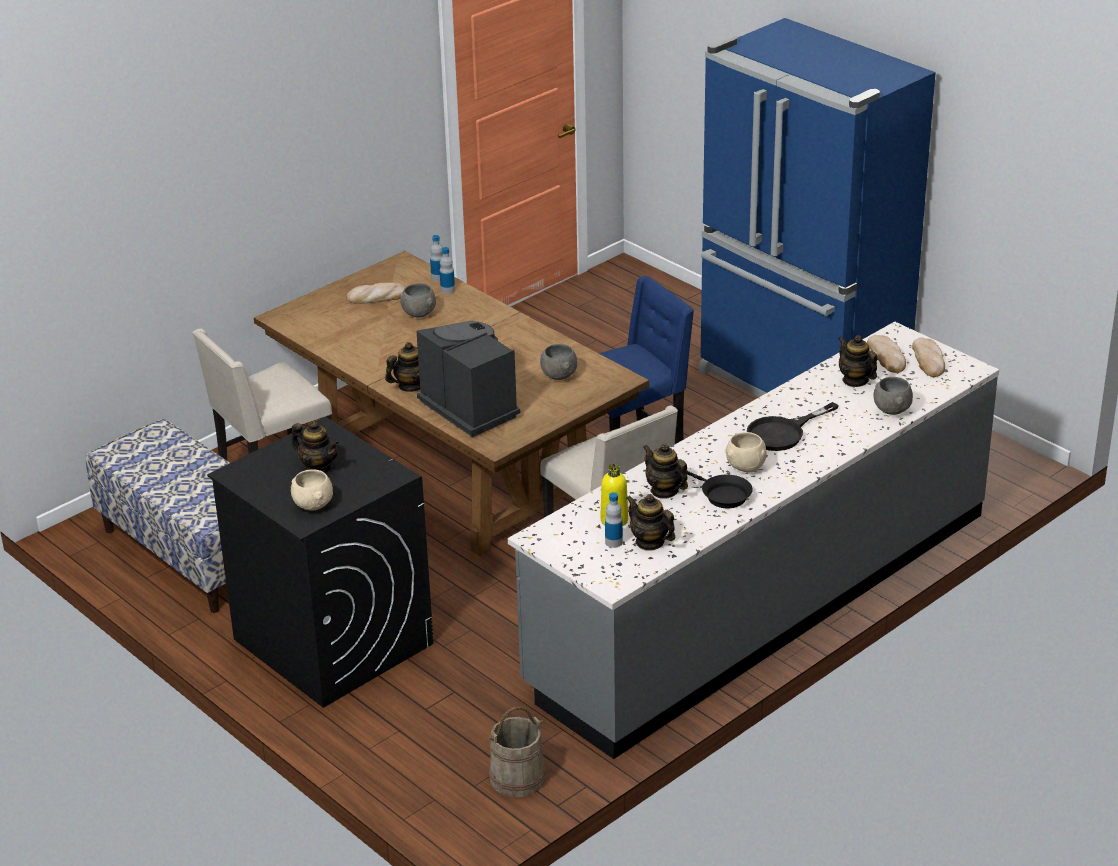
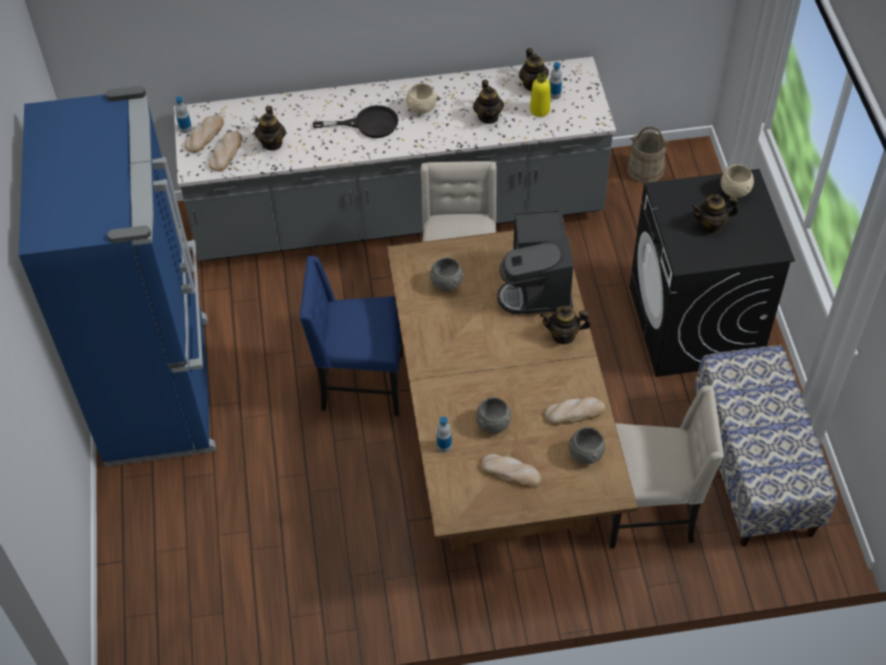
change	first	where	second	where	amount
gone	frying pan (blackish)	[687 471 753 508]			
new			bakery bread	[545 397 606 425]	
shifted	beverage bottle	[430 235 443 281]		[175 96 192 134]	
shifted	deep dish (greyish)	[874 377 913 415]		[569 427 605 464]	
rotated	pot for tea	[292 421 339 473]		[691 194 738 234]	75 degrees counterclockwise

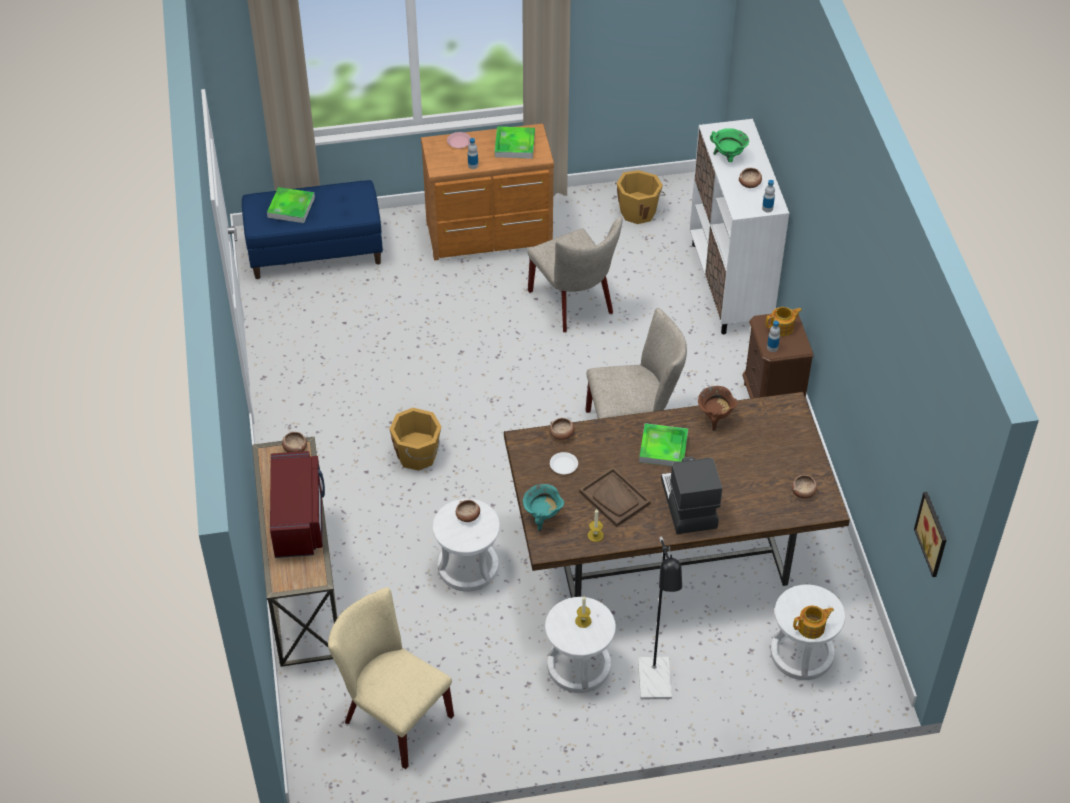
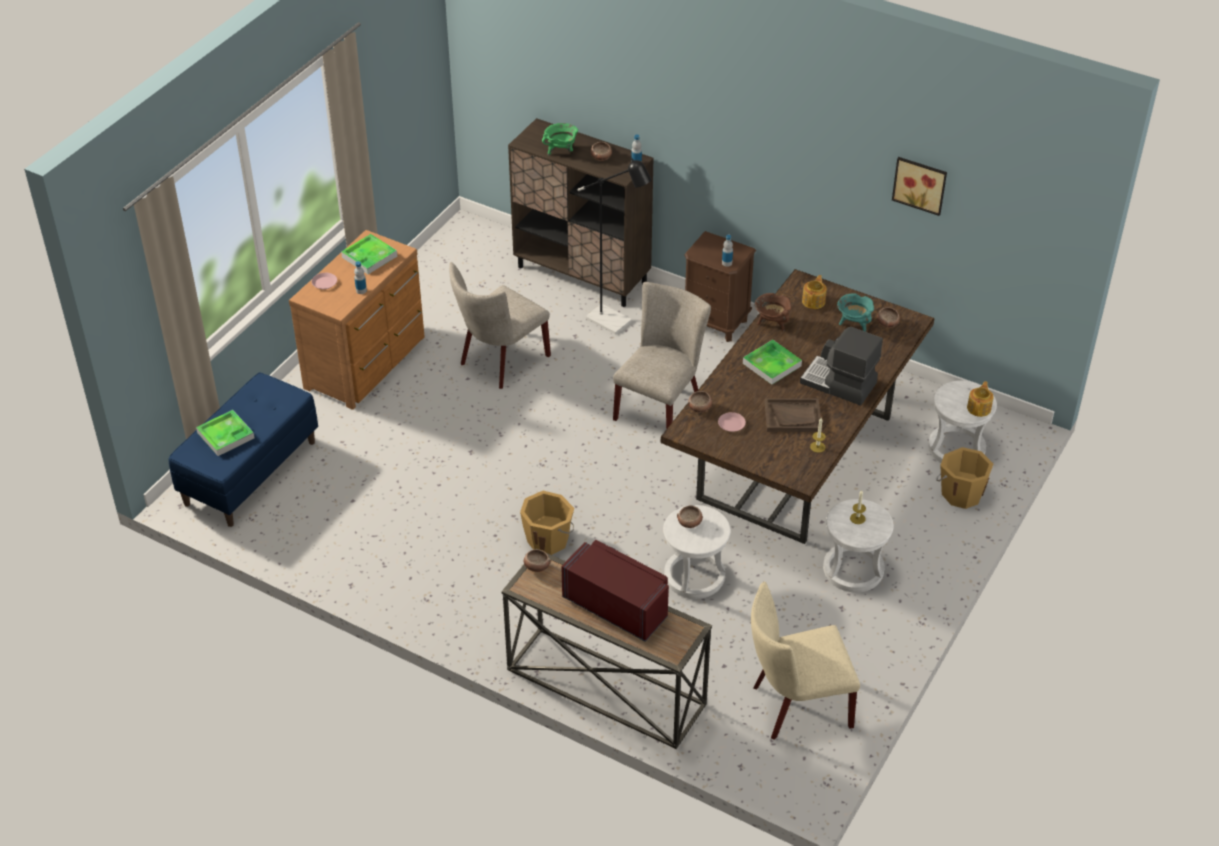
change	first	where	second	where	amount
shifted	saucepot (turquoise)	[523 484 564 532]		[837 293 874 332]	
shifted	pail (orange)	[615 170 666 224]		[936 447 993 509]	
shifted	standard lamp (blackish)	[638 537 682 699]		[577 158 652 335]	
shifted	pot for tea	[766 307 802 336]		[802 275 827 309]	
shifted	wall picture	[914 492 947 577]		[892 157 947 216]	
repainted	flat dish (white-coloured)	[550 452 578 474]	flat dish (pinkish)	[718 412 746 432]	
repainted	cupboard (white-coloured)	[690 119 789 334]	cupboard (brown-coloured)	[508 118 654 307]	
rotated	chair (sand-coloured)	[528 216 623 332]		[449 262 551 389]	120 degrees clockwise

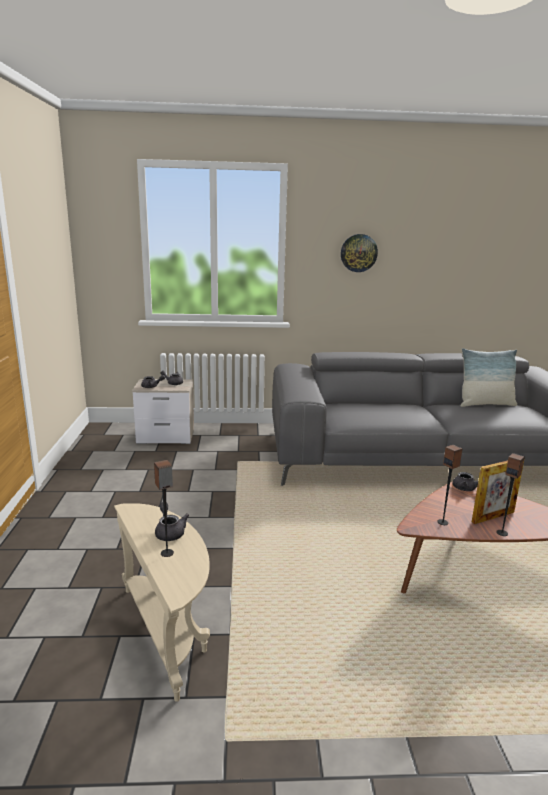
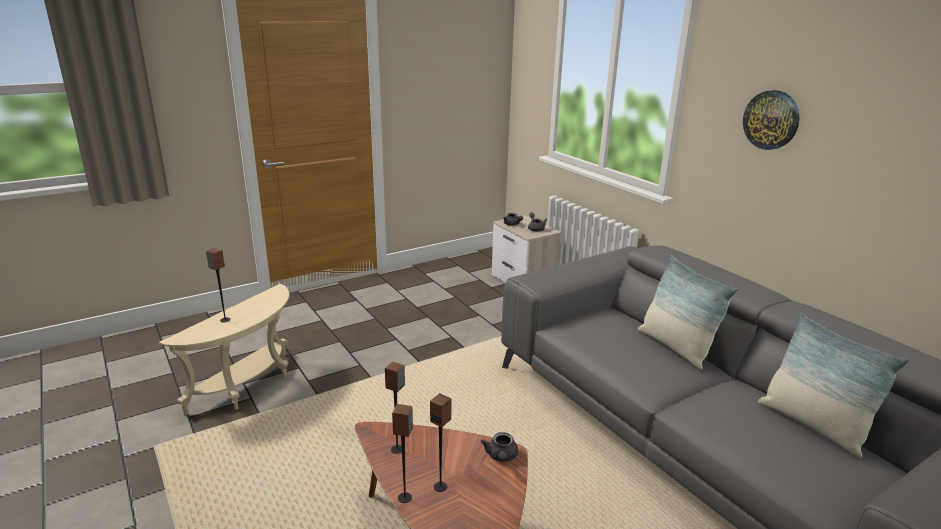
change	first	where	second	where	amount
gone	pot for tea (greyish)	[155 502 189 541]			
new			cushion	[638 255 738 370]	
swapped	standing frame	[472 461 524 524]	audio speaker	[430 394 451 492]	

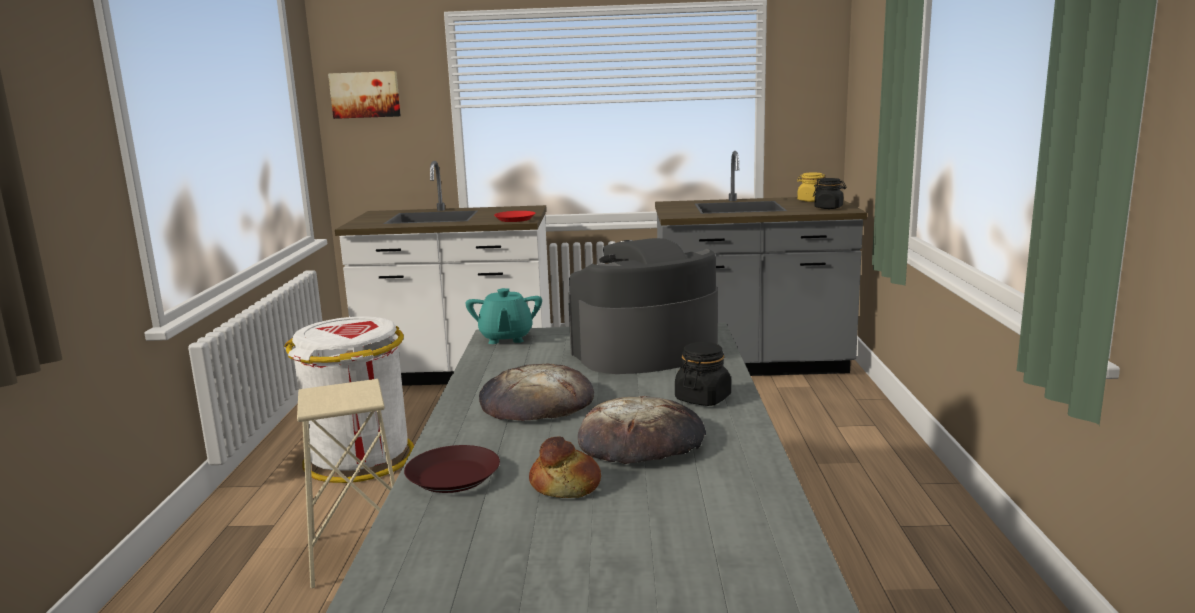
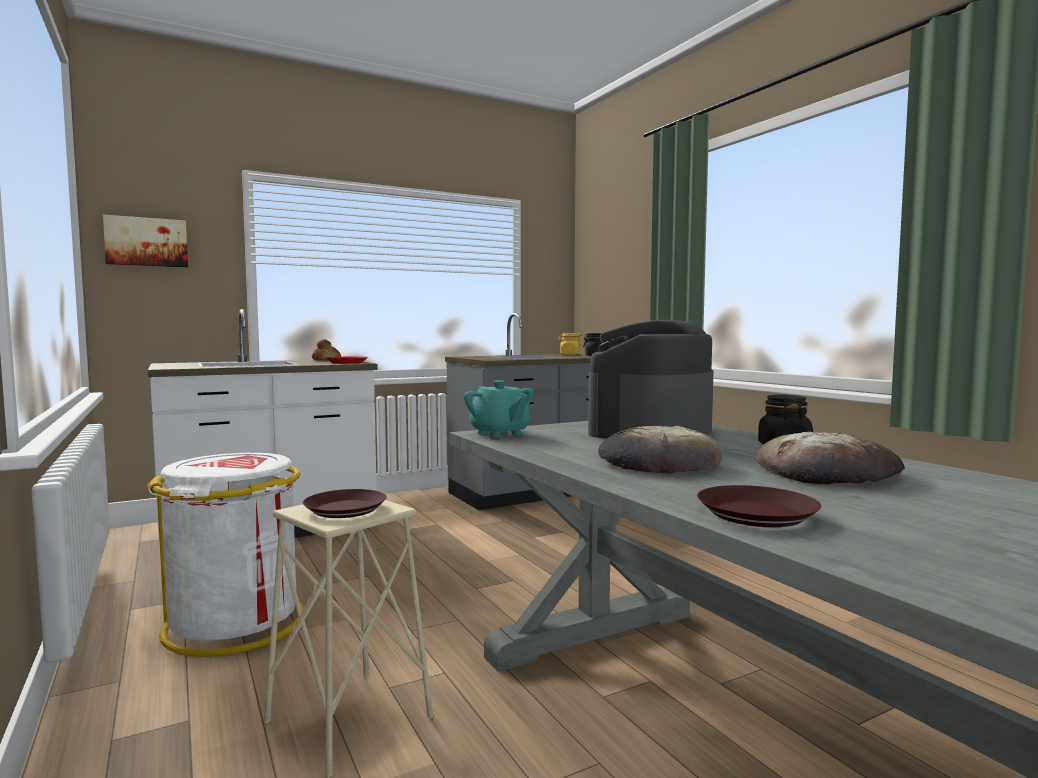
change	first	where	second	where	amount
new			flat dish (brown-coloured)	[303 489 387 518]	
shifted	bakery bread	[529 436 601 498]		[312 339 341 360]	

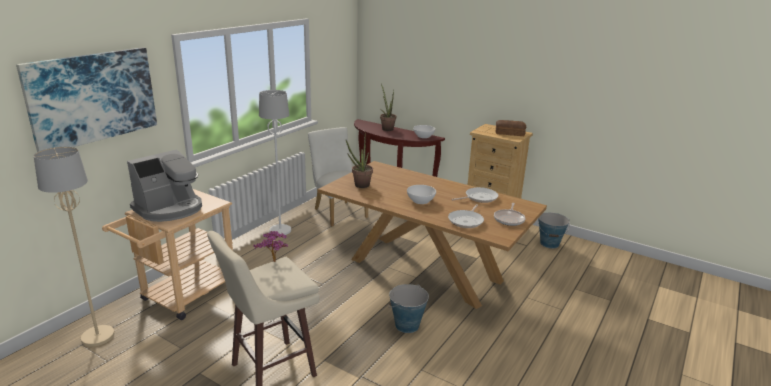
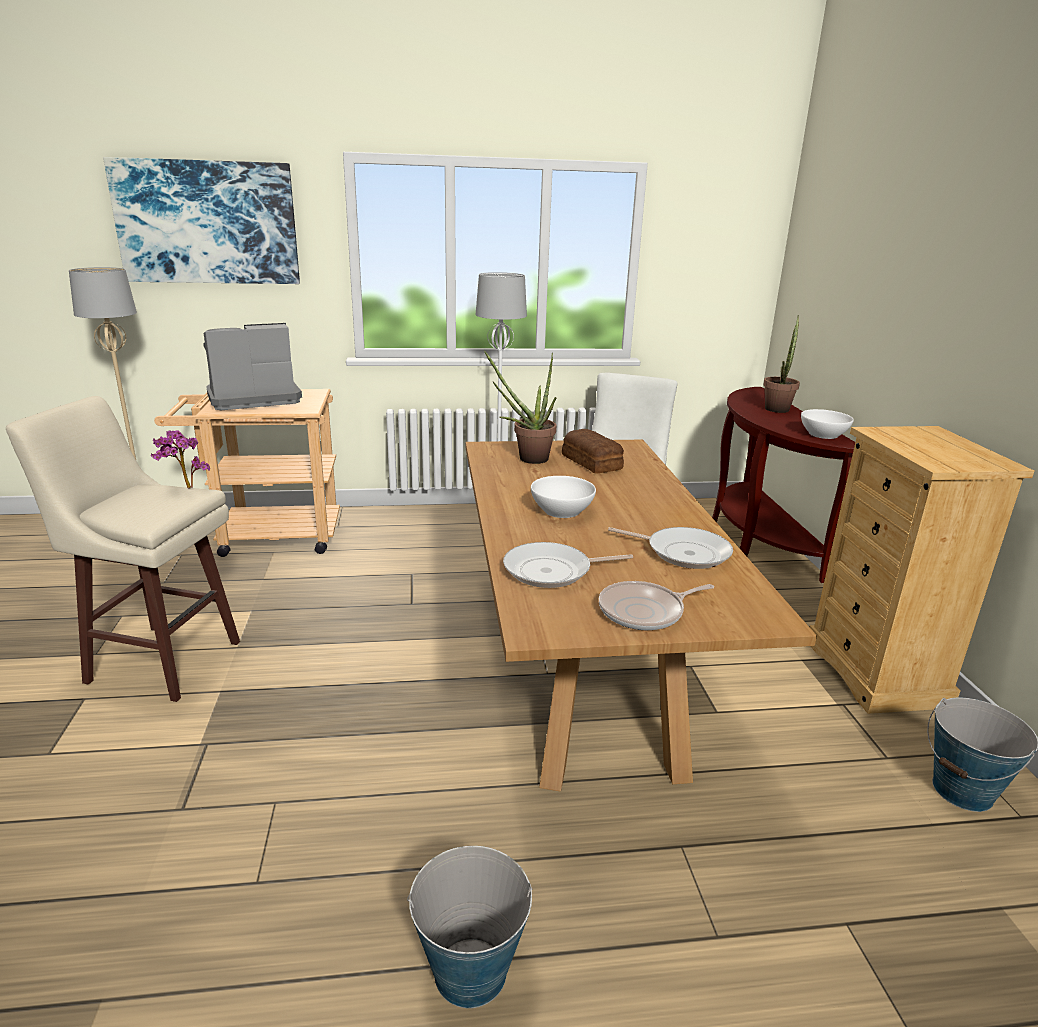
change	first	where	second	where	amount
shifted	pail	[389 284 429 333]		[407 846 532 1008]	
shifted	bakery bread	[496 120 526 136]		[562 429 624 474]	
rotated	coffee brewer	[127 150 202 222]		[203 323 302 410]	150 degrees clockwise

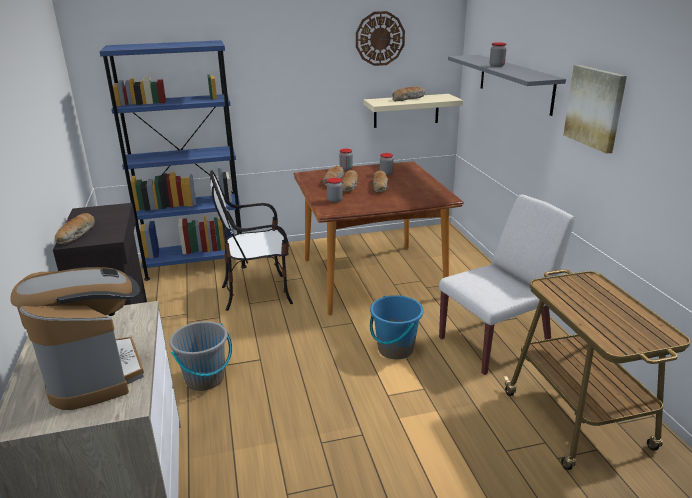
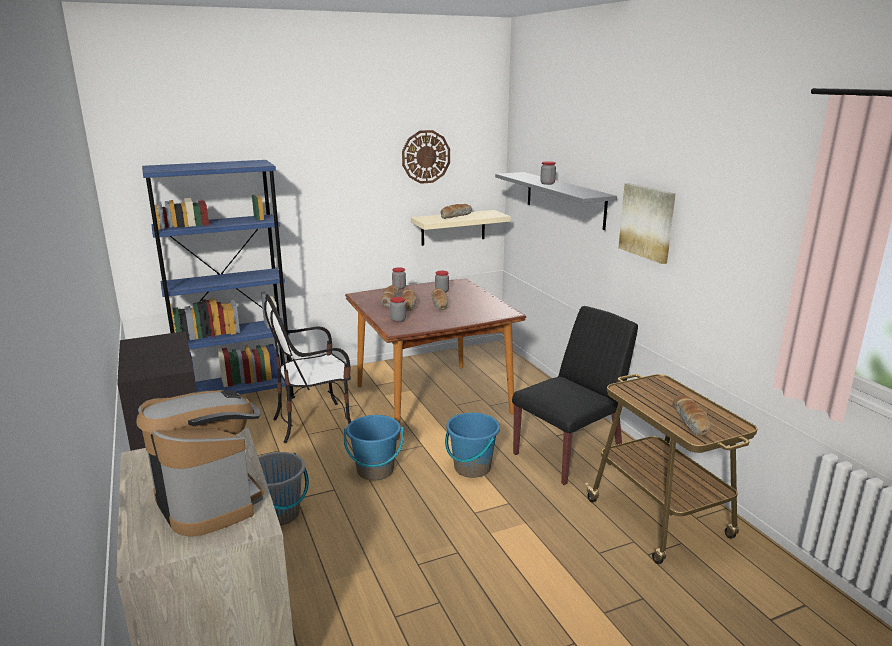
change	first	where	second	where	amount
new			pail (blue-coloured)	[343 415 404 481]	
shifted	bakery bread	[55 213 95 244]		[673 395 711 435]	
repainted	chair (white-coloured)	[439 195 575 375]	chair (blackish)	[512 306 638 485]	

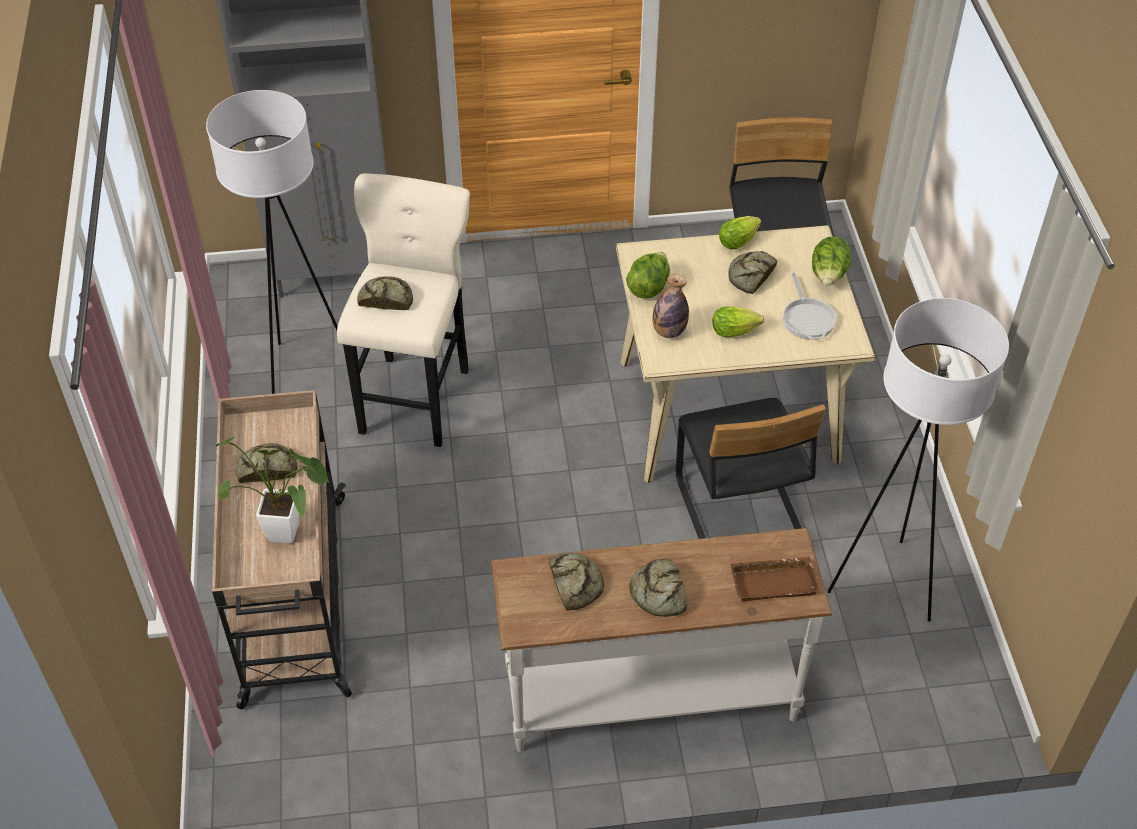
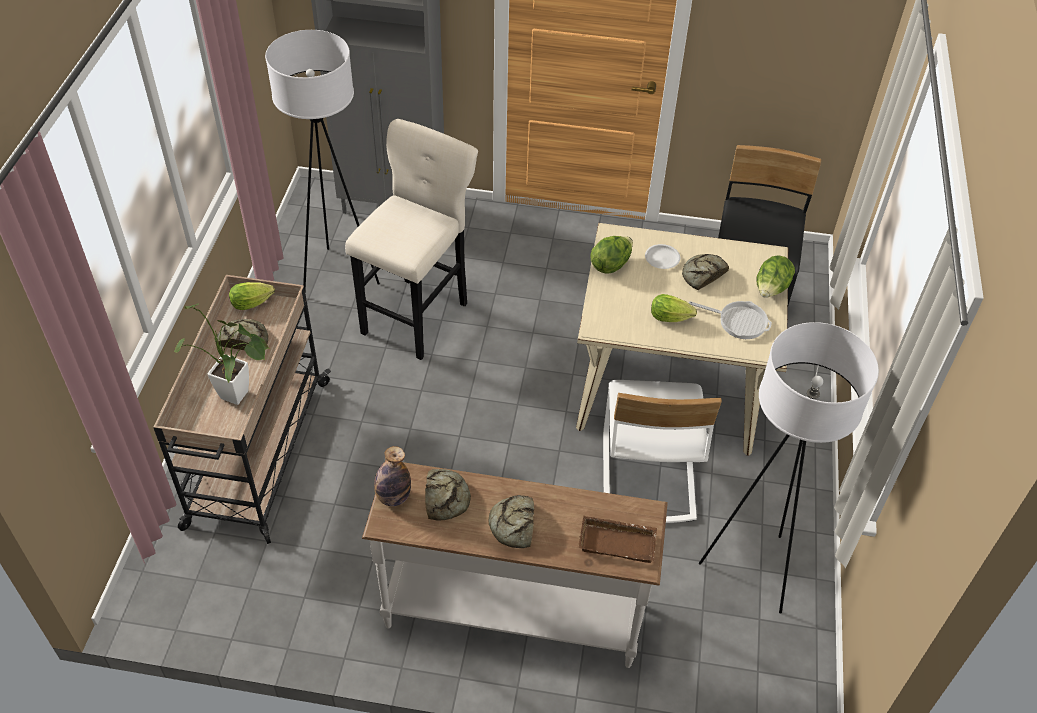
change	first	where	second	where	amount
gone	bakery bread	[357 276 413 310]			
new			flat dish (white-coloured)	[645 244 680 269]	
shifted	beverage bottle	[652 274 689 338]		[374 446 411 506]	
shifted	lettuce head	[719 216 761 249]		[229 282 275 310]	
repainted	chair (blackish)	[676 398 826 539]	chair (white-coloured)	[603 380 722 523]	
rotated	frying pan	[782 273 837 340]		[689 301 772 339]	75 degrees counterclockwise

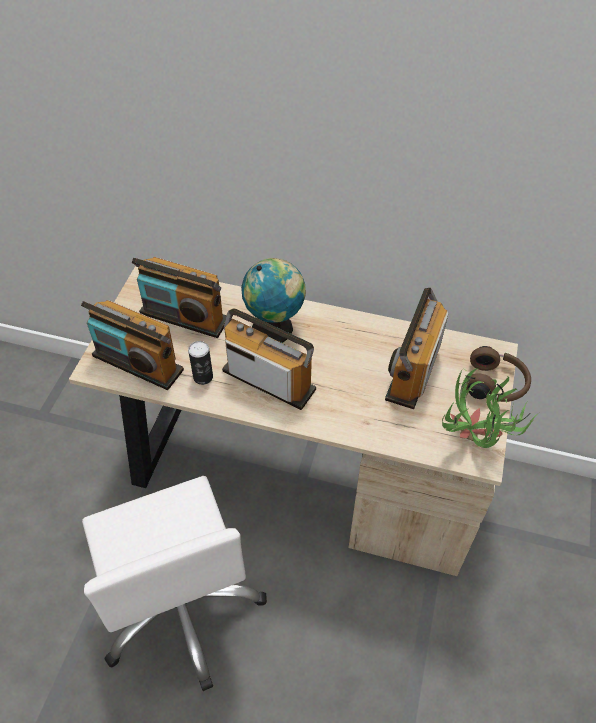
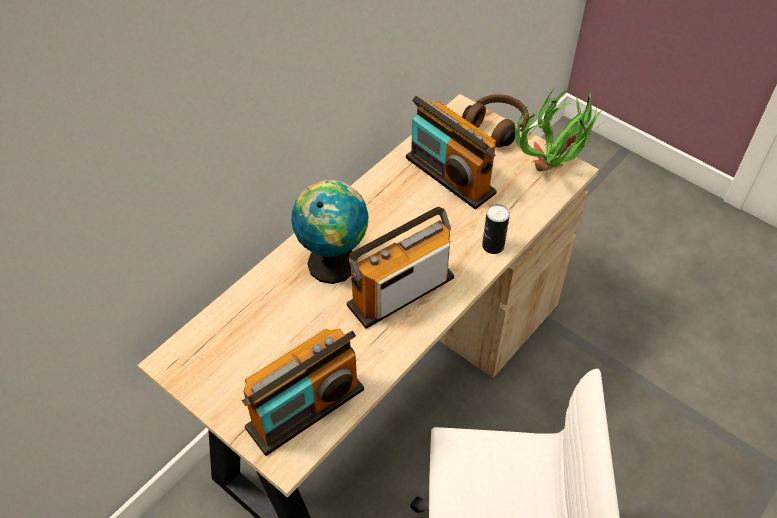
change	first	where	second	where	amount
gone	radio	[132 257 227 338]			
shifted	sealed can	[188 341 213 385]		[482 204 510 254]	

